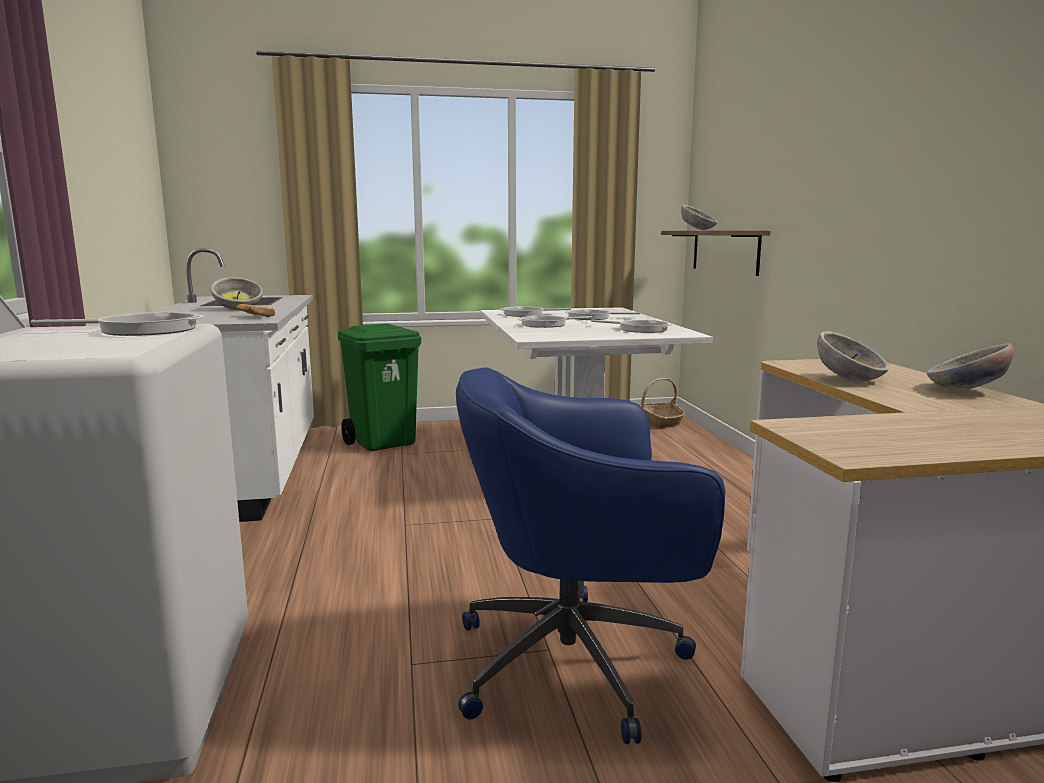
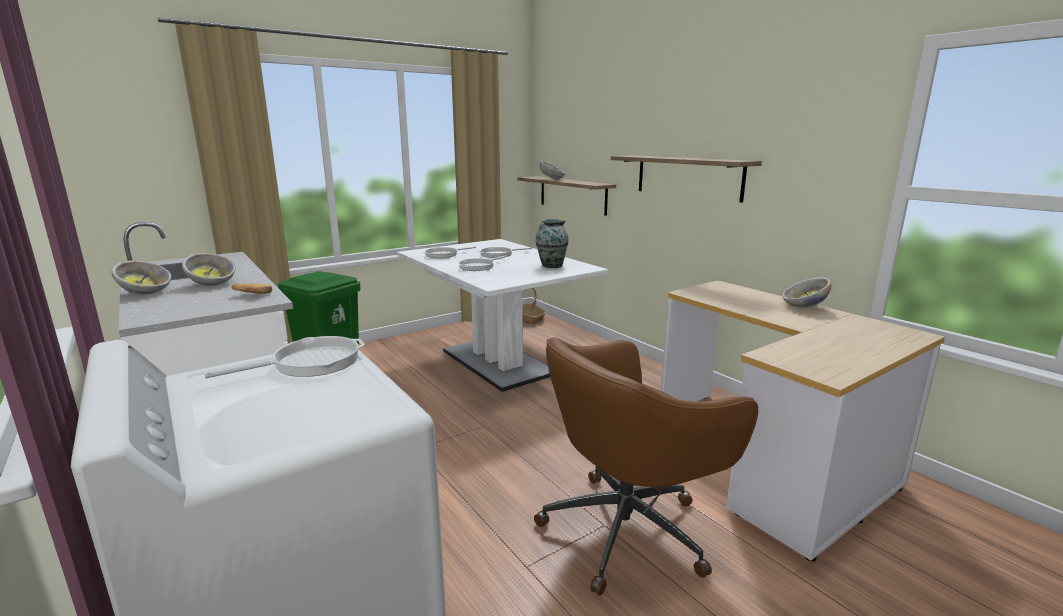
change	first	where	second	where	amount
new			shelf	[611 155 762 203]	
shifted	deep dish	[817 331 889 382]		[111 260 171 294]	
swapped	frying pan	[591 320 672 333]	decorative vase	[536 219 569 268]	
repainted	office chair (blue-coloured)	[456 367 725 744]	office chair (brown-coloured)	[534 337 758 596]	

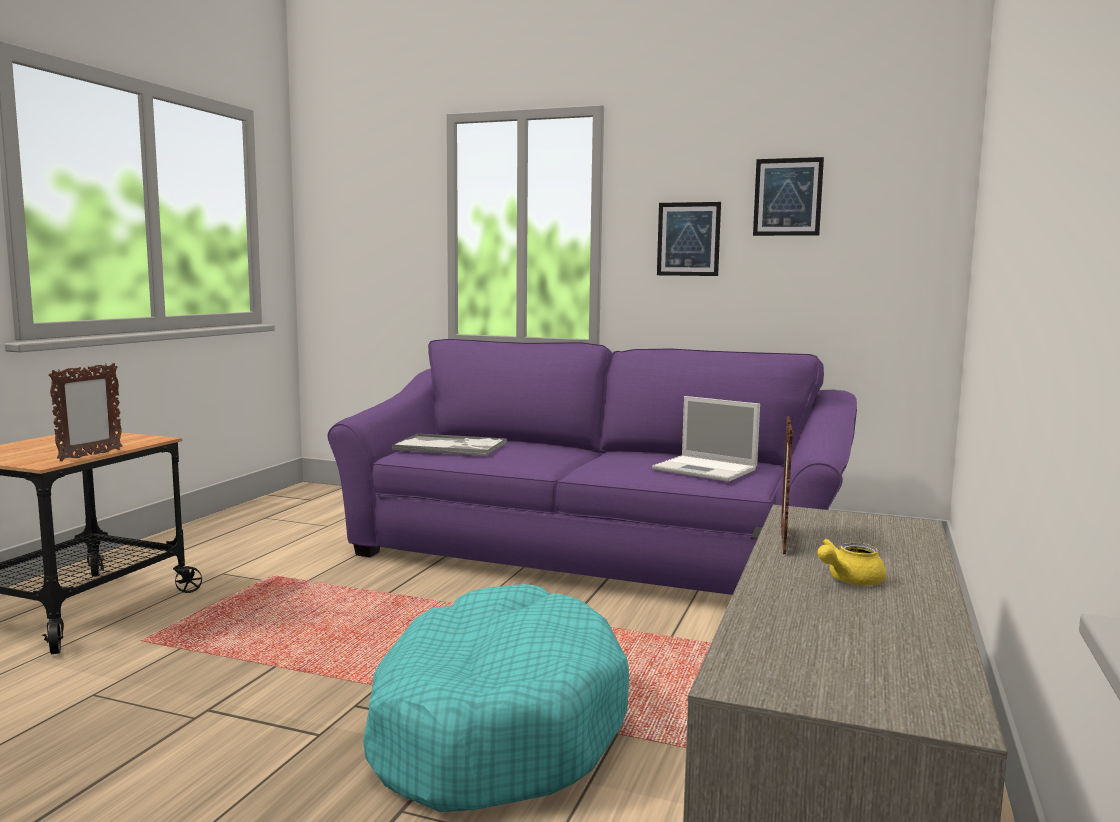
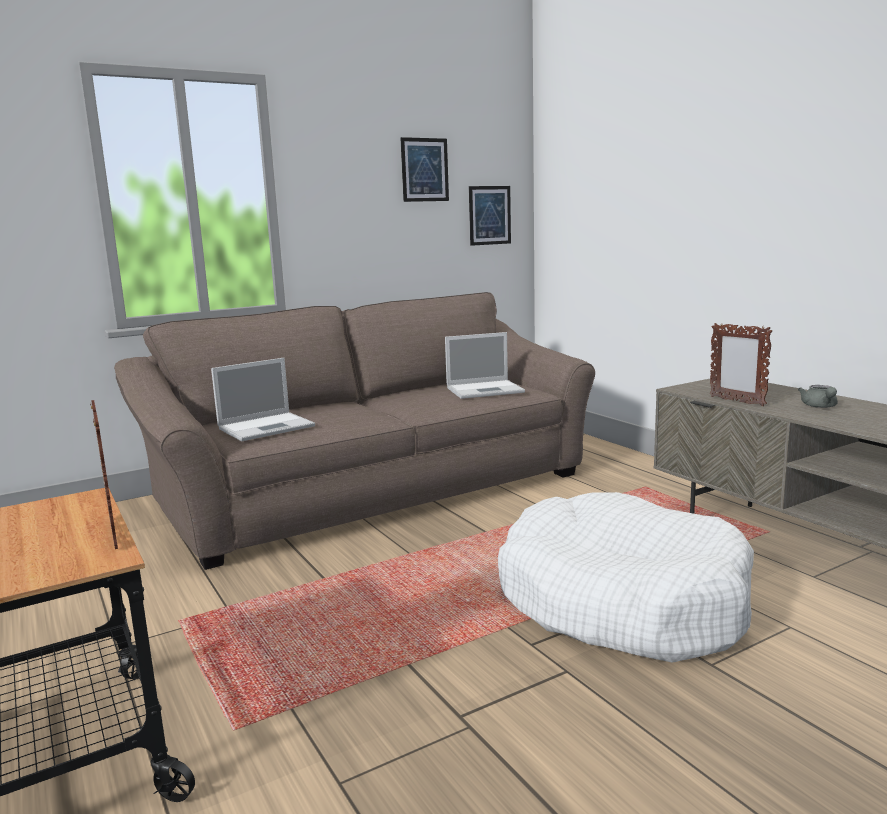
change	first	where	second	where	amount
shifted	wall picture	[657 202 721 276]		[469 186 511 246]	
swapped	tray	[392 433 507 456]	laptop	[211 358 315 441]	
repainted	couch (purple-coloured)	[328 339 857 595]	couch (brown-coloured)	[114 292 595 570]	
repainted	pet bed (turquoise)	[363 584 629 812]	pet bed (white-coloured)	[498 492 754 663]	
repainted	pot for tea (yellowish)	[817 539 887 585]	pot for tea (greyish)	[798 385 838 408]	

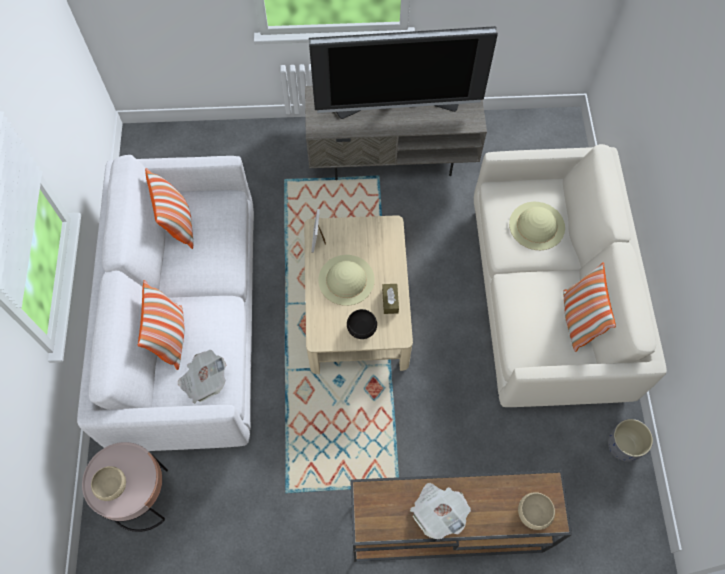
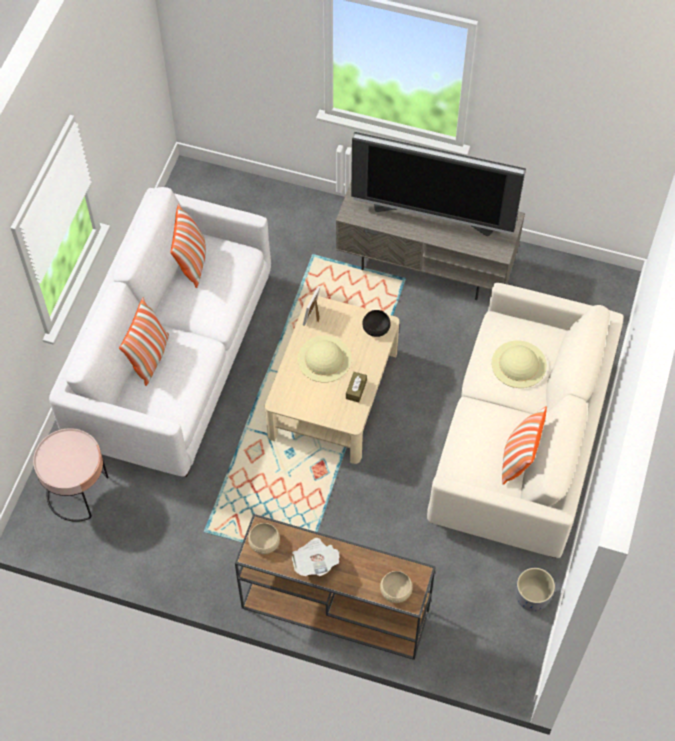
change	first	where	second	where	amount
gone	daily paper	[178 350 227 404]			
shifted	deep dish (sand-coloured)	[91 466 126 501]		[248 523 280 554]	
shifted	deep dish (blackish)	[347 309 377 339]		[362 310 391 337]	

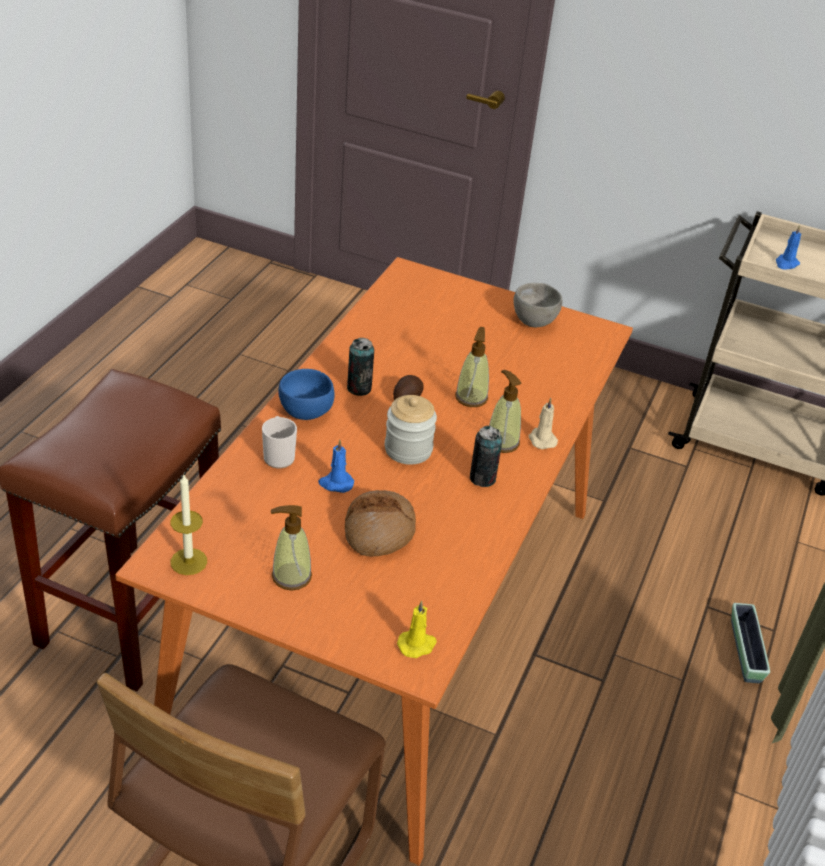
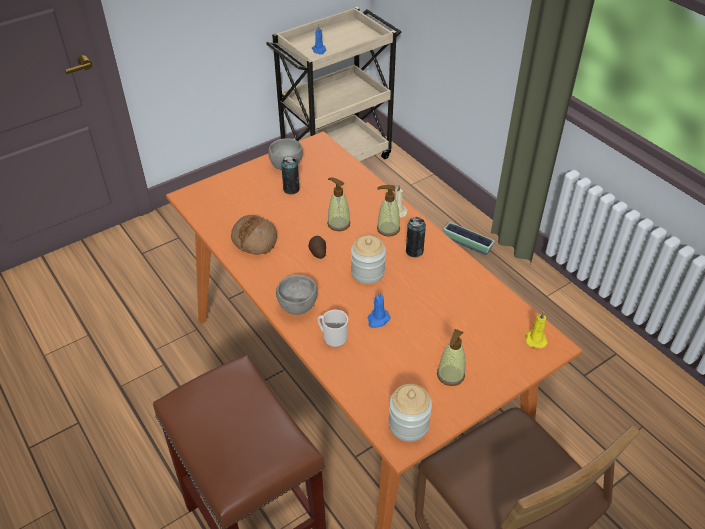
change	first	where	second	where	amount
shifted	bakery bread	[345 490 416 557]		[231 215 277 254]	
shifted	sealed can	[347 338 374 396]		[281 156 300 194]	
swapped	wax light	[170 473 207 575]	storage jar	[388 384 432 442]	
repainted	deep dish (blue-coloured)	[278 369 335 420]	deep dish (greyish)	[276 275 317 315]	

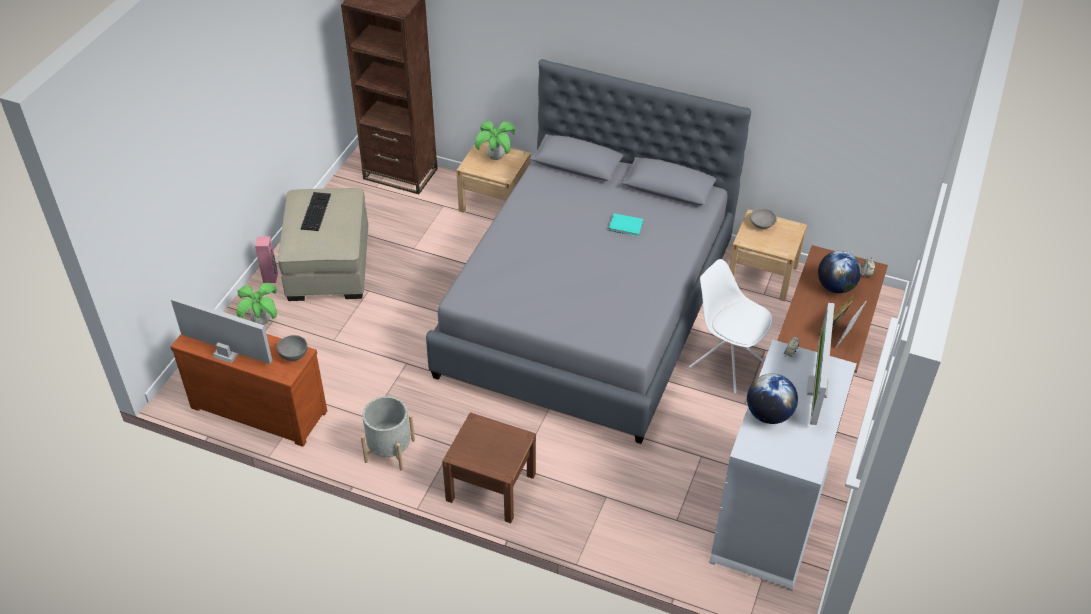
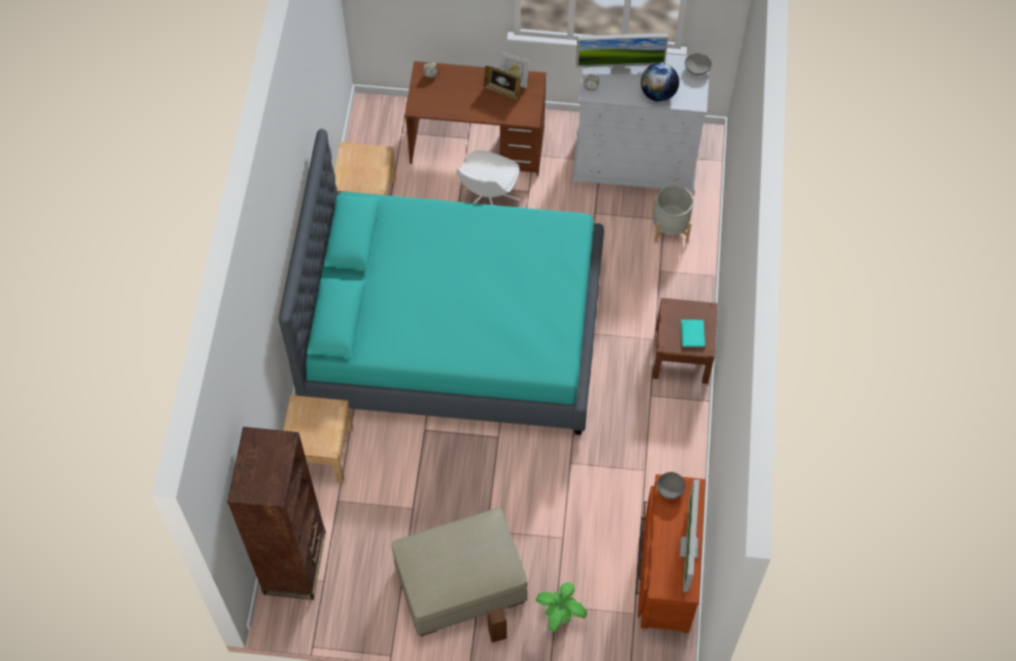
change	first	where	second	where	amount
gone	keyboard	[301 192 331 231]			
gone	potted plant	[475 121 516 160]			
gone	world globe	[818 251 862 293]			
shifted	planter (greyish)	[361 396 415 471]		[652 185 694 243]	
shifted	bound book (turquoise)	[608 213 643 237]		[681 320 705 348]	
shifted	deep dish (greyish)	[750 209 777 229]		[685 53 712 75]	
repainted	audio speaker (pinkish)	[255 236 278 283]	audio speaker (brown-coloured)	[488 607 507 643]	
repainted	bedroom bed (greyish)	[426 59 751 444]	bedroom bed (turquoise)	[279 128 604 435]	

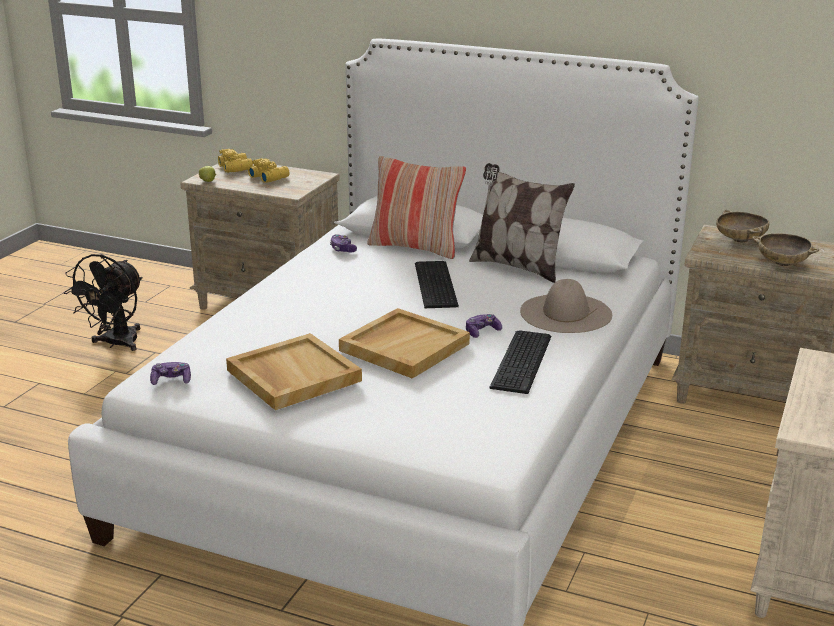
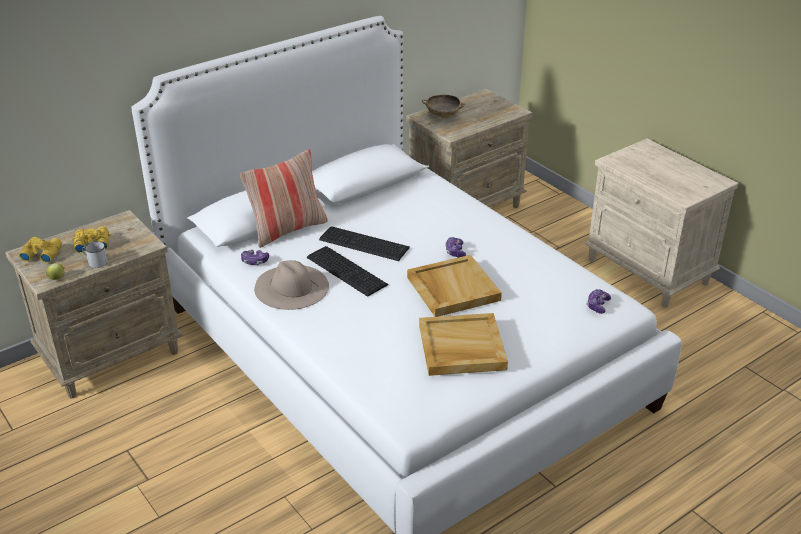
change	first	where	second	where	amount
gone	electric fan (blackish)	[64 254 143 351]			
gone	cushion	[469 163 575 283]			
gone	deep dish (sand-coloured)	[752 233 819 266]			
new			coffee mug (white-coloured)	[82 241 108 268]	
shifted	joypad	[150 362 191 385]		[587 289 611 314]	
shifted	keyboard	[489 330 551 394]		[307 246 388 297]	
shifted	hat (sand-coloured)	[520 279 612 333]		[254 260 329 310]	

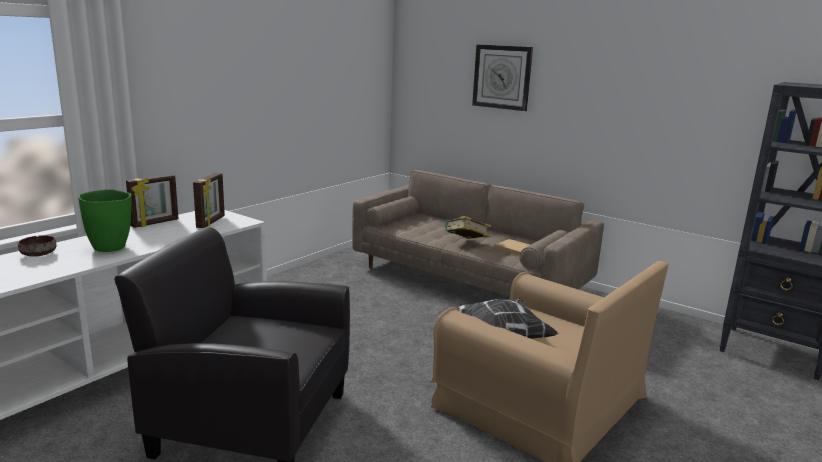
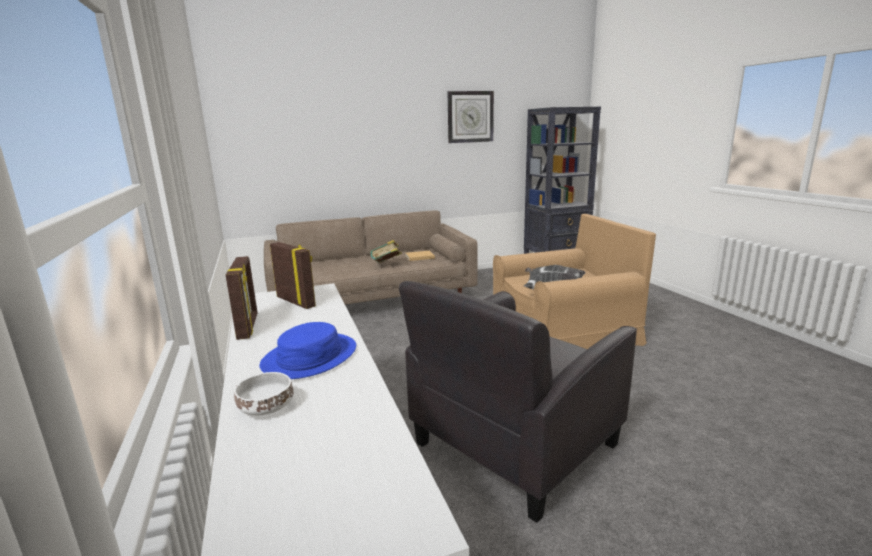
change	first	where	second	where	amount
shifted	wall clock	[472 44 533 111]		[448 91 494 143]	
swapped	decorative vase (greenish)	[78 189 131 252]	hat (blue-coloured)	[260 322 356 379]	
repainted	deep dish (brown-coloured)	[18 235 56 257]	deep dish (white-coloured)	[234 372 293 416]	

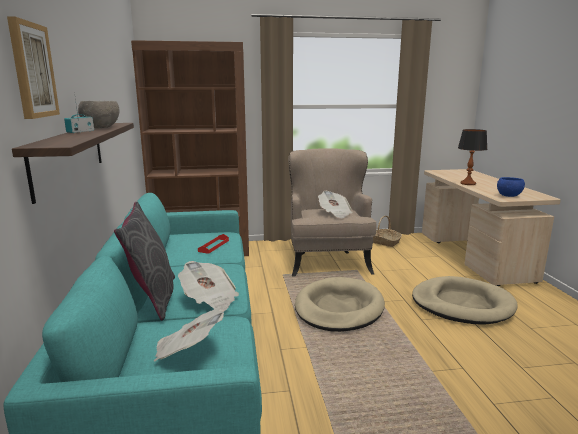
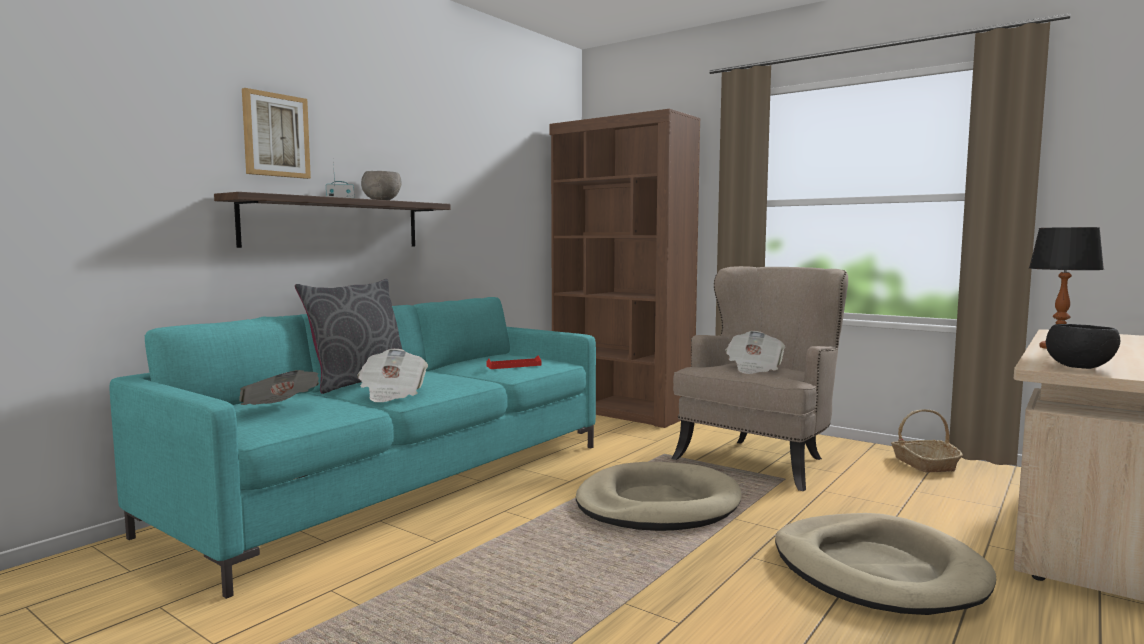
change	first	where	second	where	amount
repainted	deep dish (blue-coloured)	[497 177 525 197]	deep dish (blackish)	[1046 324 1120 369]	

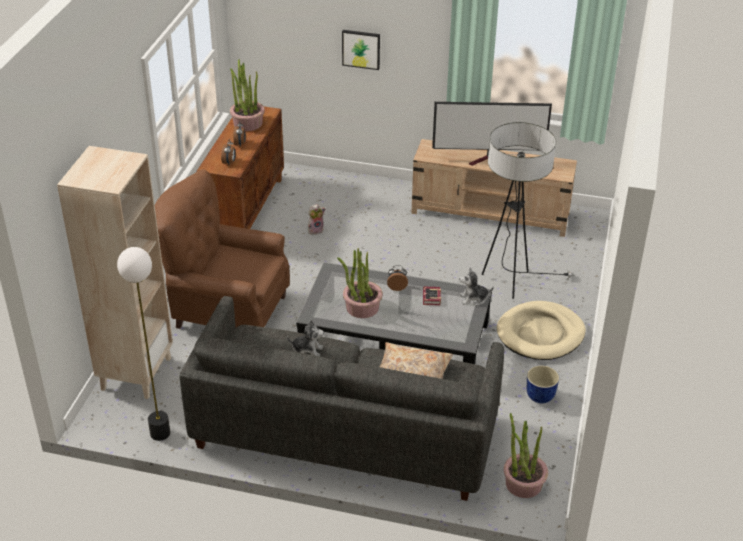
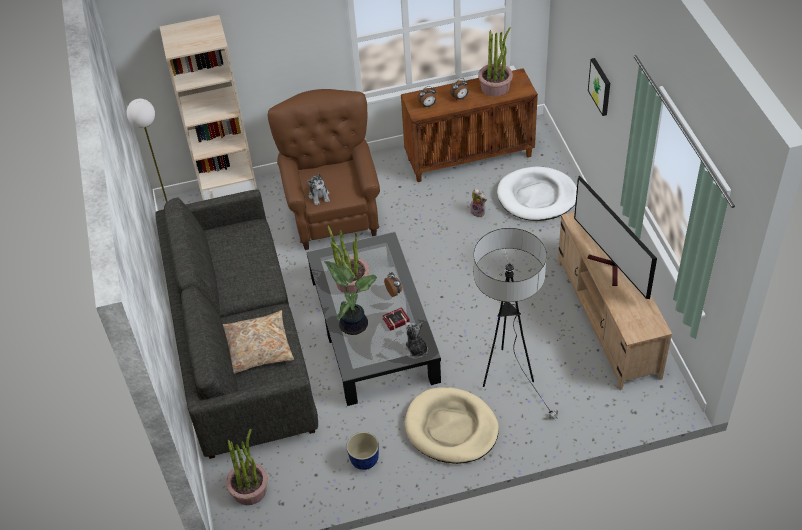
change	first	where	second	where	amount
new			potted plant	[324 261 377 335]	
new			pet bed (white-coloured)	[497 167 577 221]	
shifted	plush toy	[287 320 324 356]		[307 174 330 205]	

